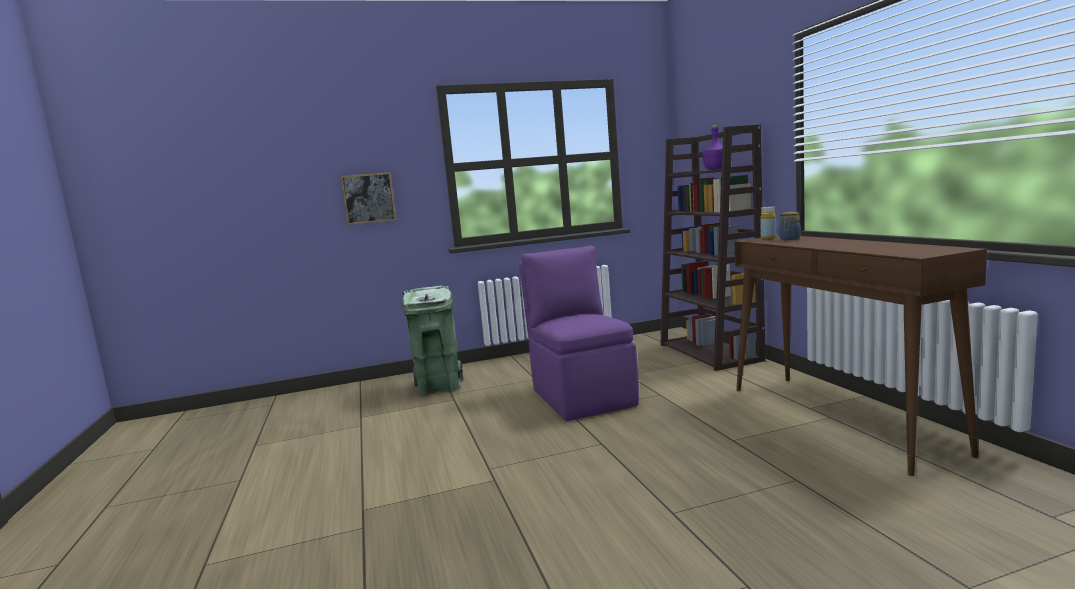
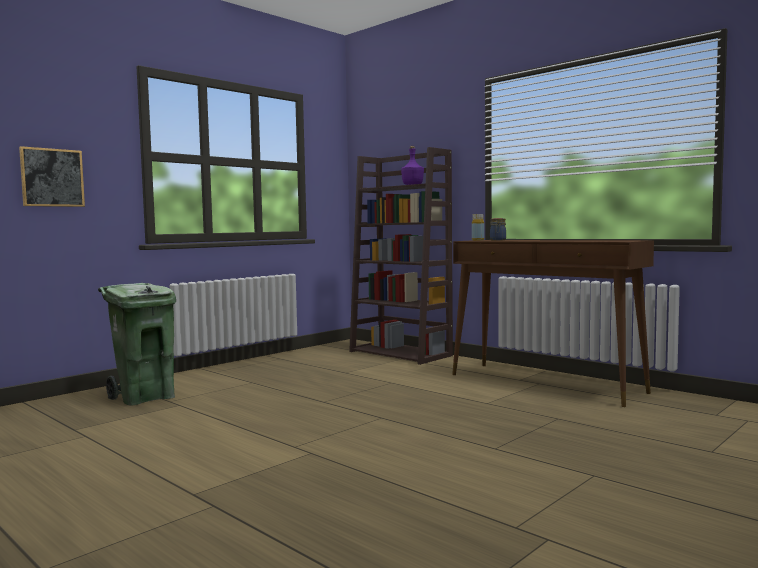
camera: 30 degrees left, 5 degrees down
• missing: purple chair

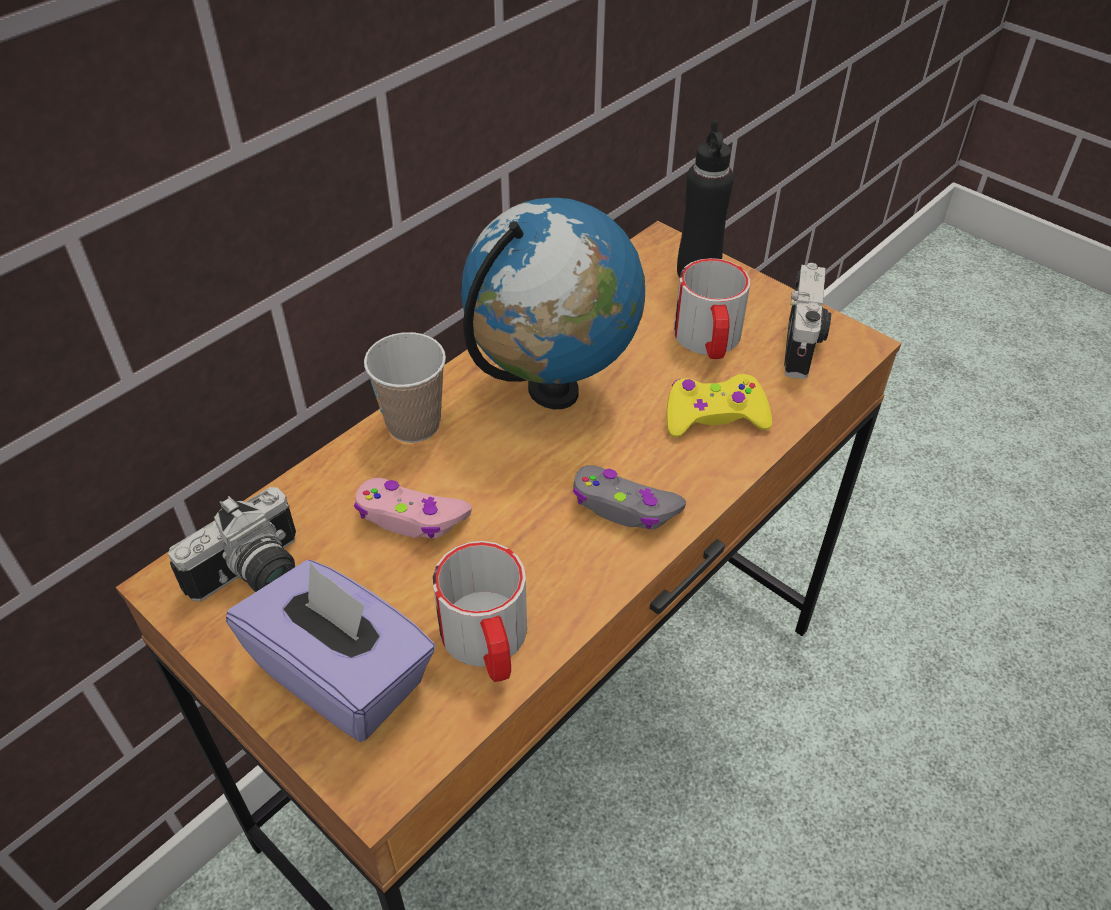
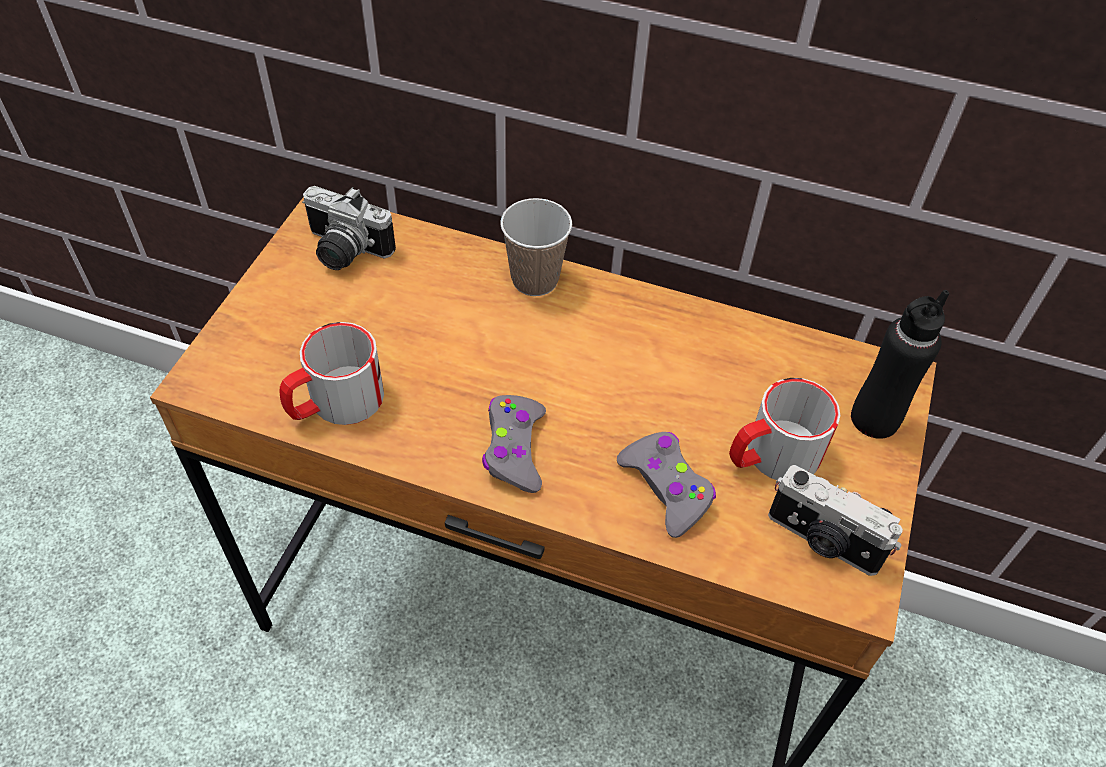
camera: 65 degrees right, 5 degrees up
• missing: purple tissue box
• missing: pink game controller
• missing: globe
• colour: yellow game controller to grey game controller (no. 2 from left)
• spun: photo camera (no. 2 from left) 45 degrees clockwise

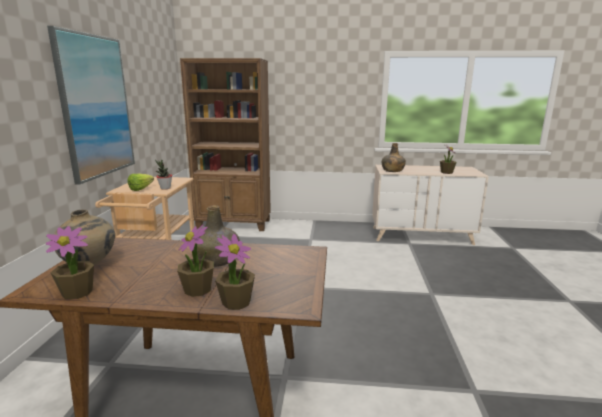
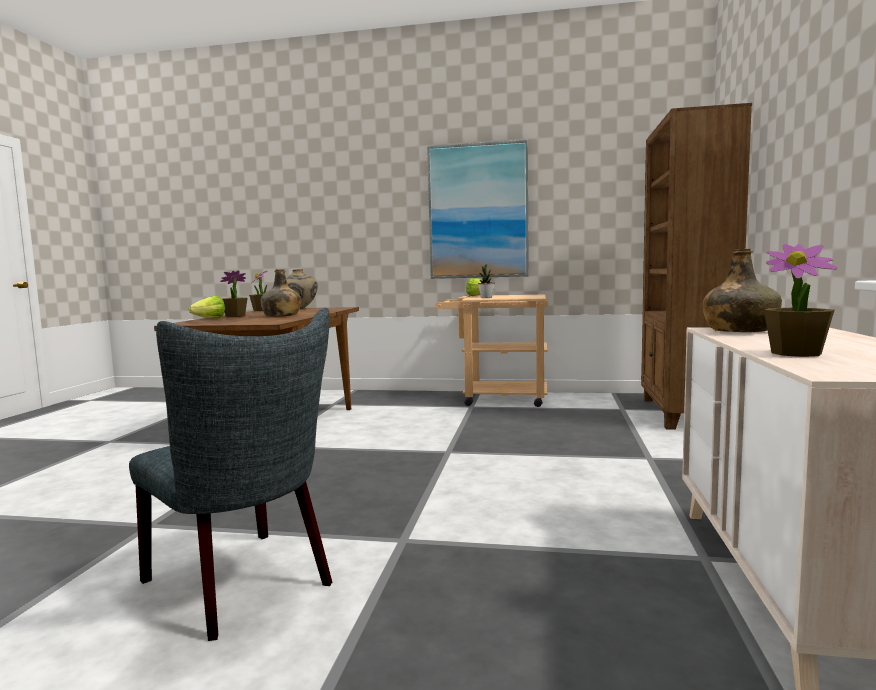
camera: 95 degrees right, 10 degrees down
• exchanged: potted plant (no. 4 from left) to lettuce (no. 1 from left)
• appeared: grey chair

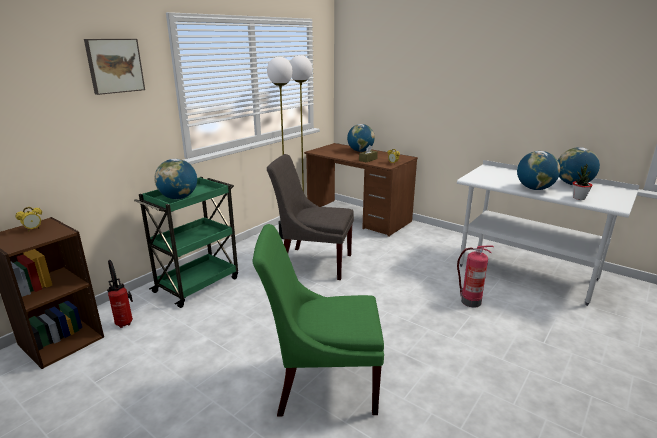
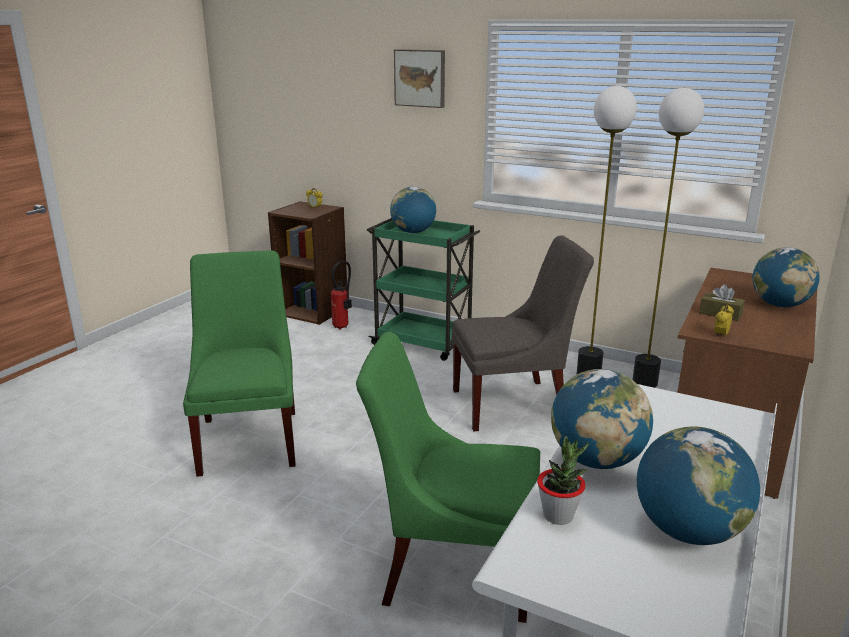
camera: 80 degrees right, 0 degrees up
• spun: grey chair 75 degrees clockwise
• exchanged: fire extinguisher (no. 2 from left) to green chair (no. 2 from left)

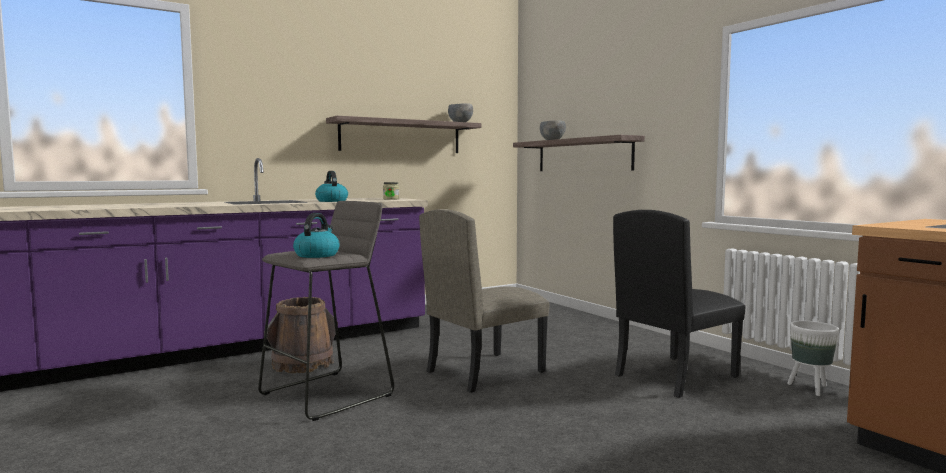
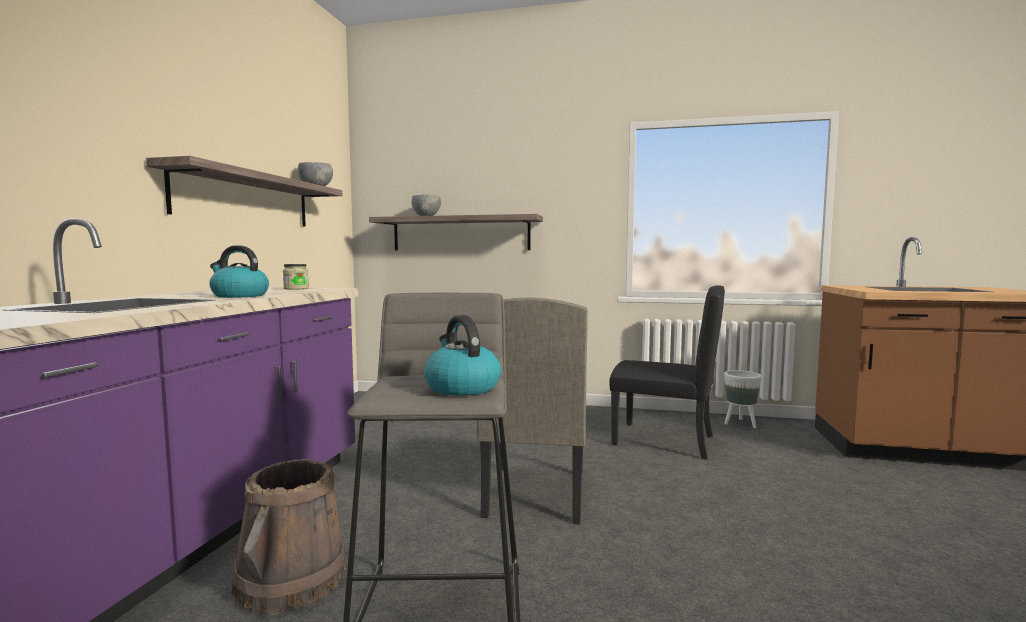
camera: 45 degrees left, 0 degrees up
• spun: black chair 75 degrees counterclockwise

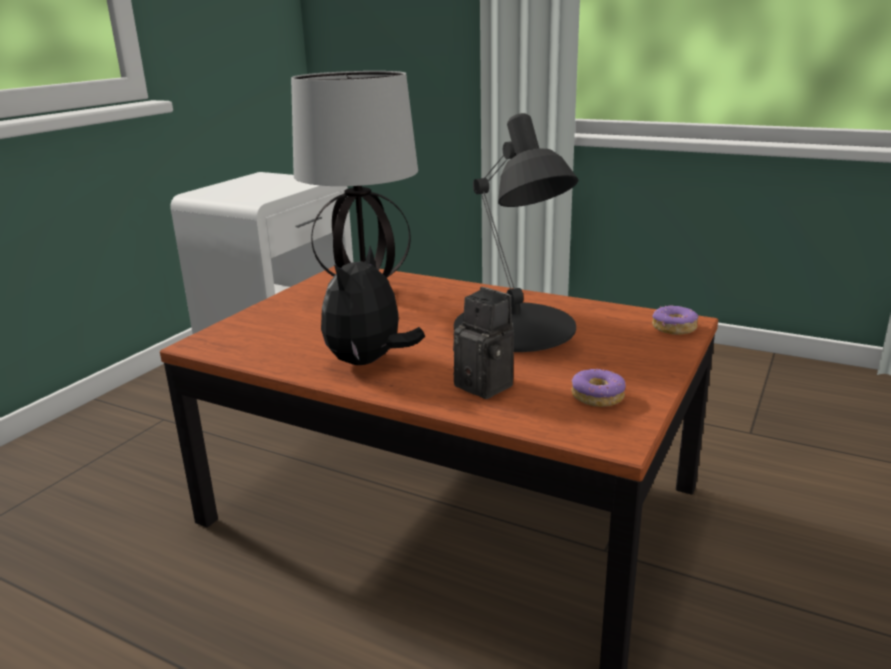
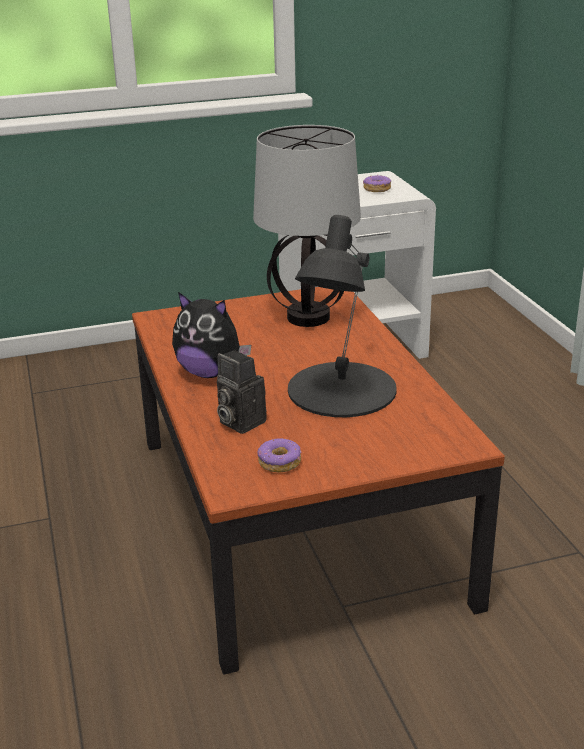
camera: 45 degrees right, 5 degrees up
• spun: plush toy 135 degrees counterclockwise
• spun: photo camera 135 degrees clockwise
• relocated: donut (no. 2 from left)

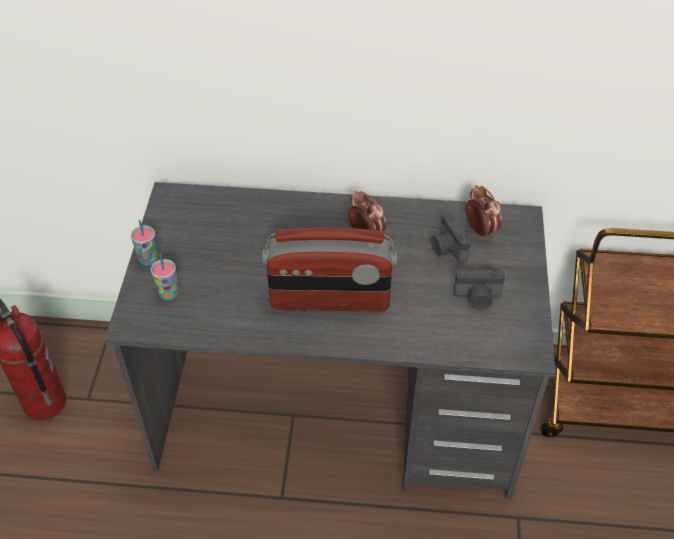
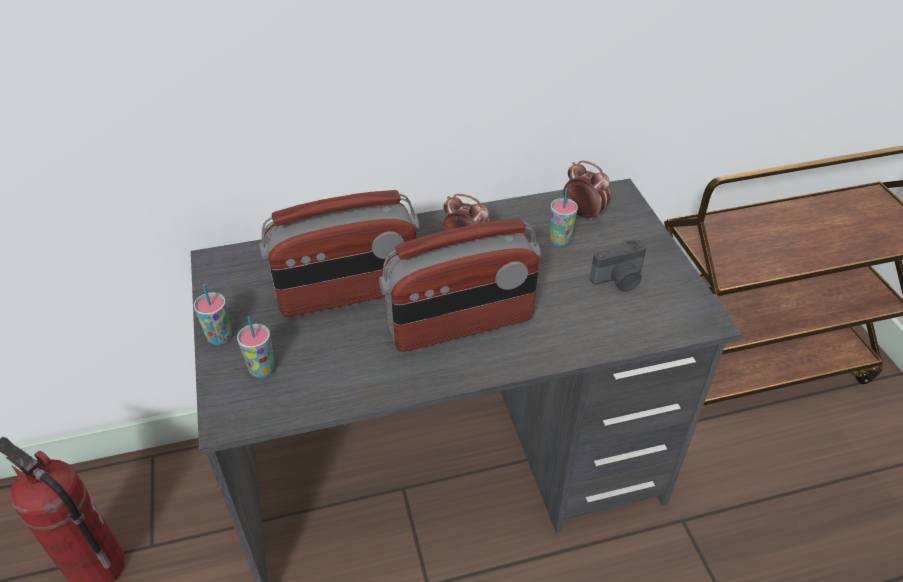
camera: 20 degrees left, 5 degrees down
• exchanged: photo camera (no. 1 from left) to cup (no. 3 from left)
• appeared: radio (no. 1 from left)

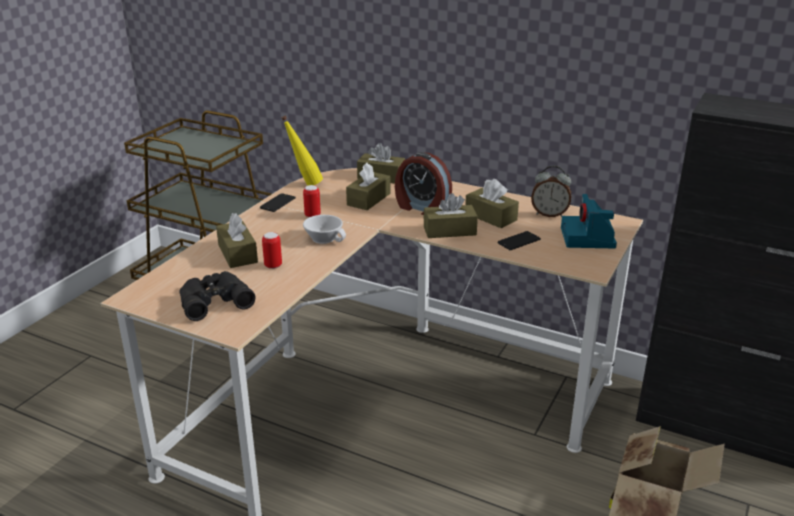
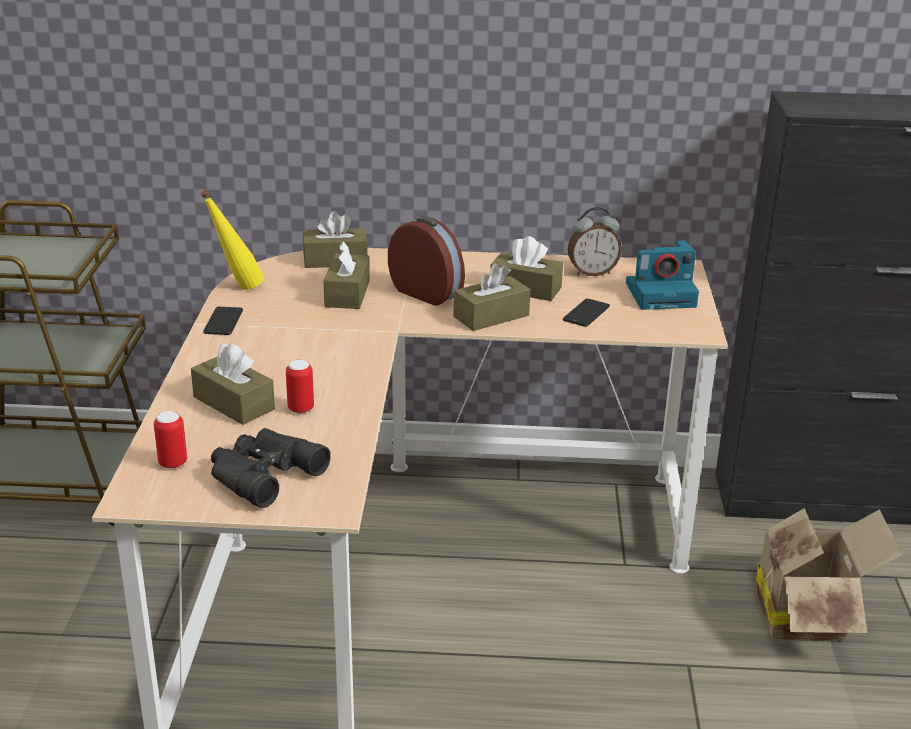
camera: 25 degrees left, 0 degrees up
• relocated: can (no. 2 from left in the first image) to can (no. 1 from left)
• missing: white cup
• spun: alarm clock (no. 1 from left) 150 degrees counterclockwise
• spun: photo camera 75 degrees counterclockwise

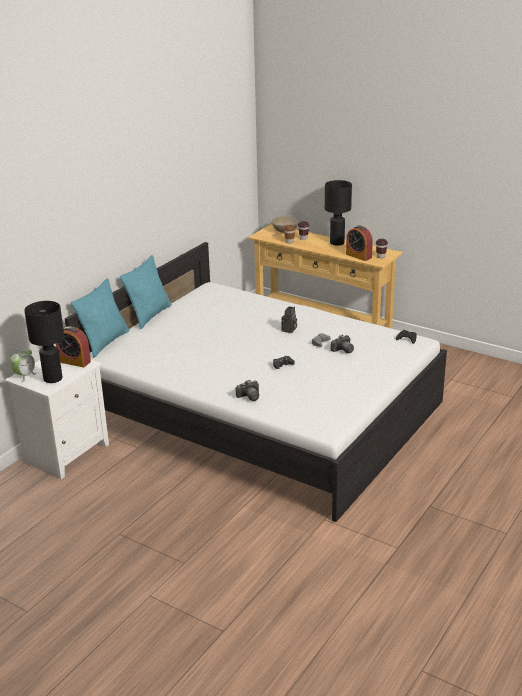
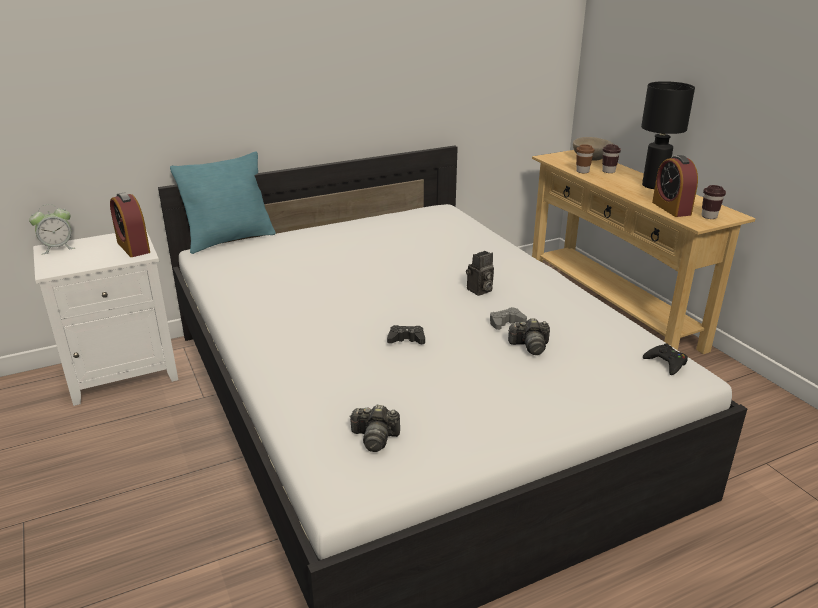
camera: 30 degrees right, 0 degrees up
• missing: black table lamp (no. 1 from left)
• missing: turquoise pillow (no. 2 from left)
• relocated: photo camera (no. 1 from left)

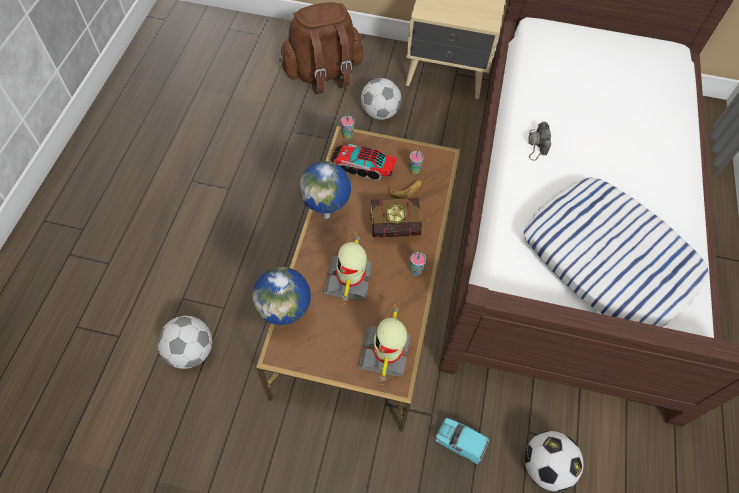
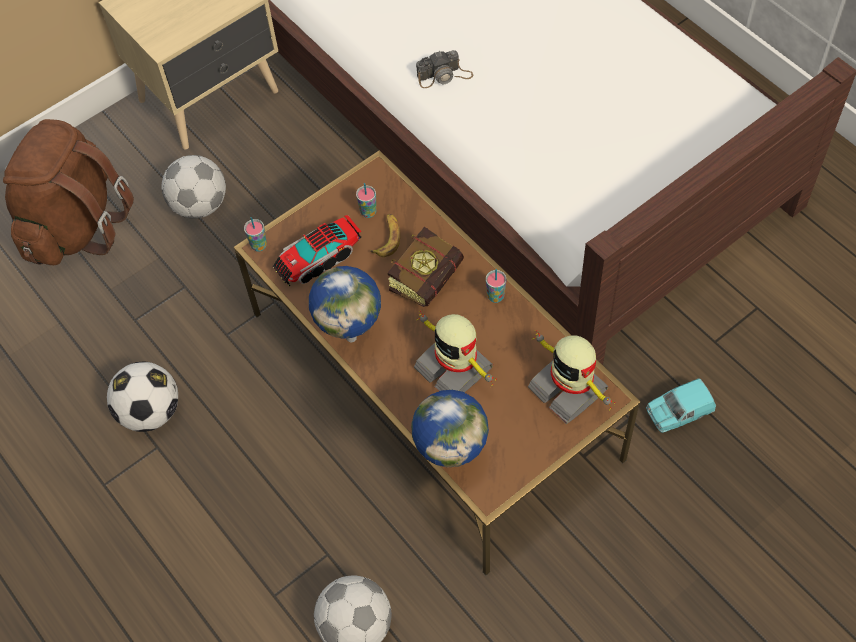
camera: 45 degrees left, 0 degrees up
• missing: pillow
• relocated: football (no. 3 from left in the first image) to football (no. 1 from left)
• spun: photo camera 60 degrees counterclockwise

